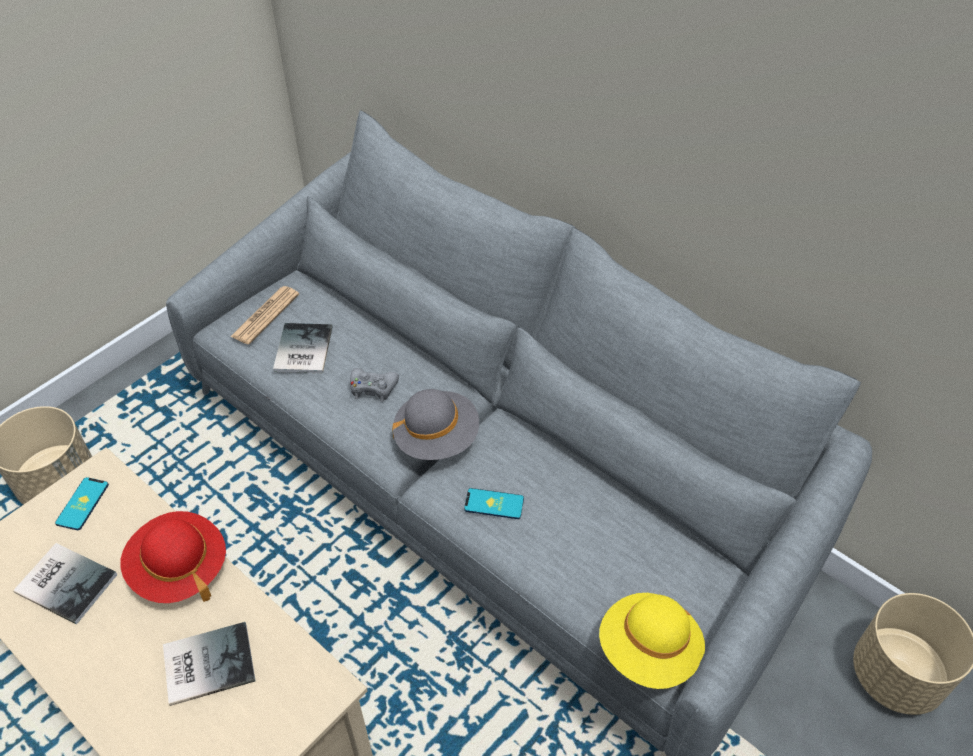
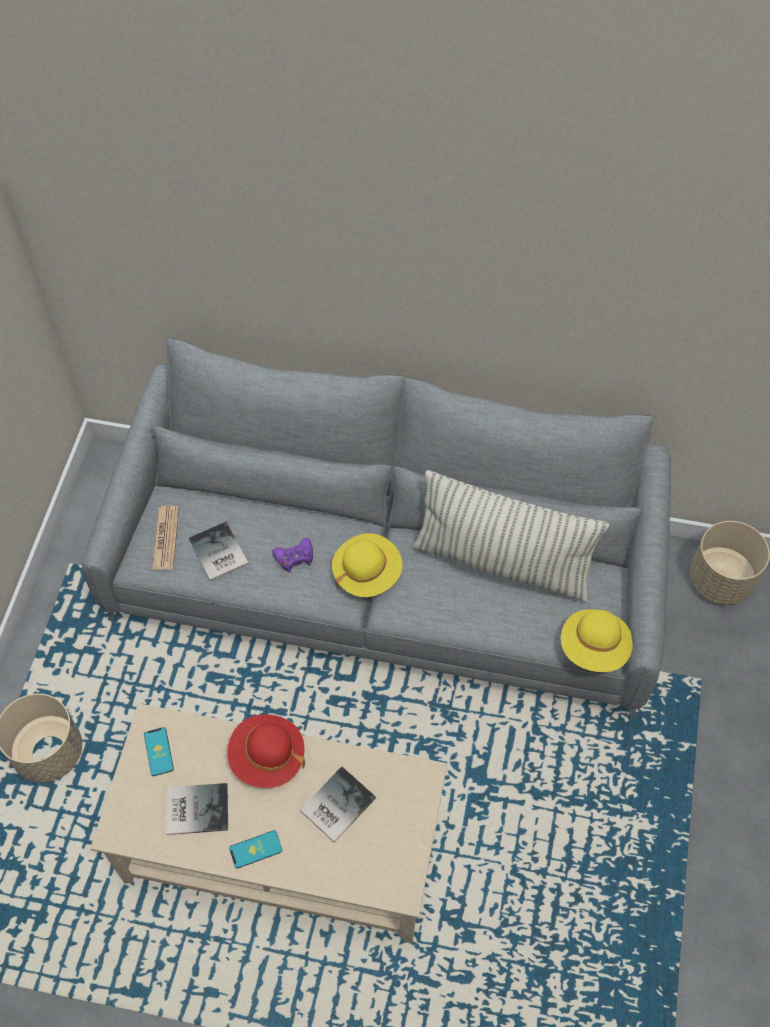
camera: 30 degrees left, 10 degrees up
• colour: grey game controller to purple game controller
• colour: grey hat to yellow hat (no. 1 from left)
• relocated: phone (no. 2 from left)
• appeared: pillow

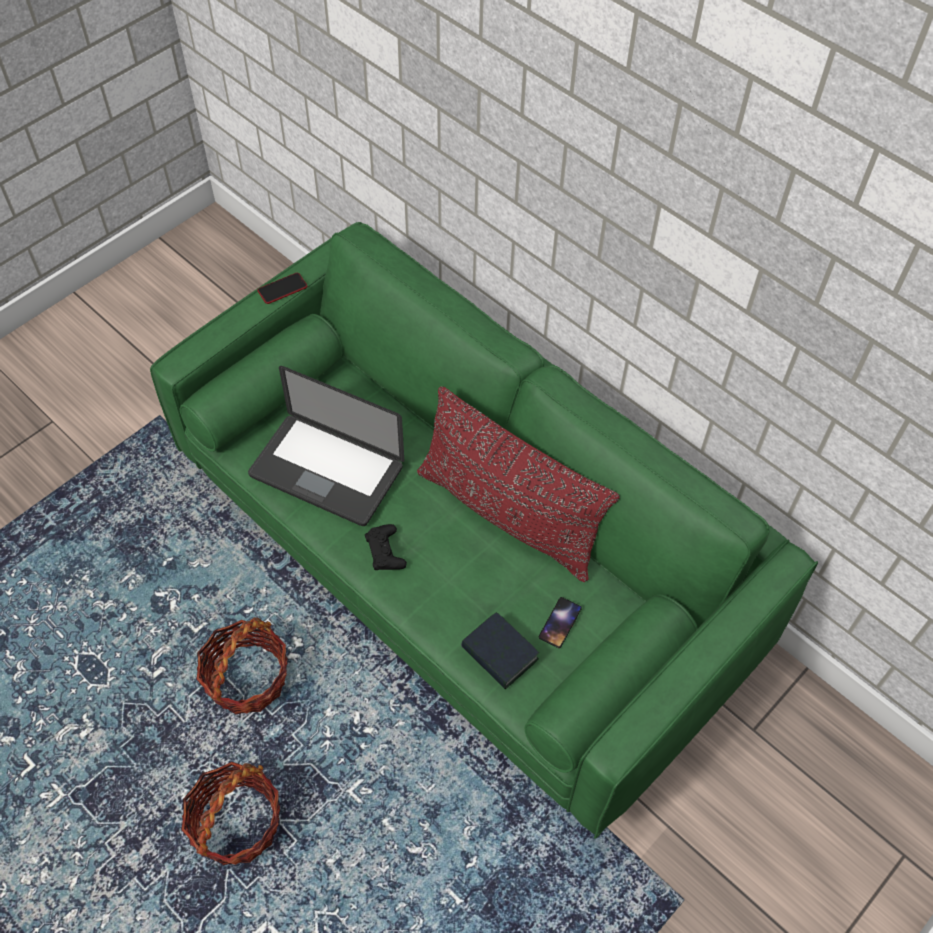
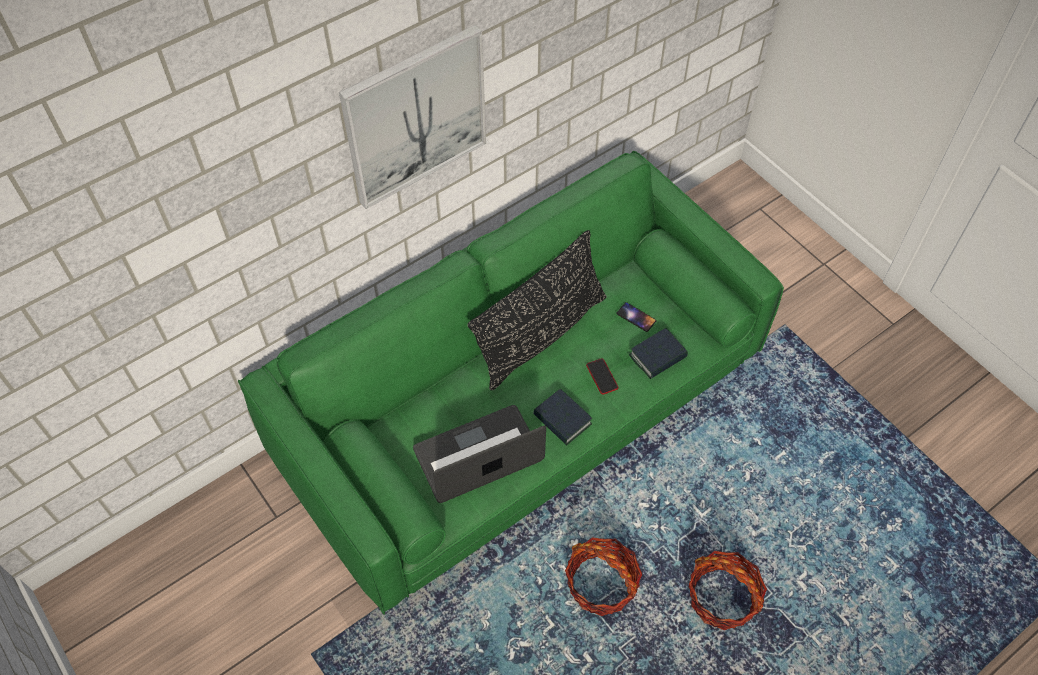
camera: 80 degrees left, 0 degrees up
• spun: laptop 150 degrees counterclockwise
• relocated: phone (no. 1 from left)
• exchanged: black game controller to book (no. 1 from left)
• colour: red pillow to black pillow
• appeared: picture

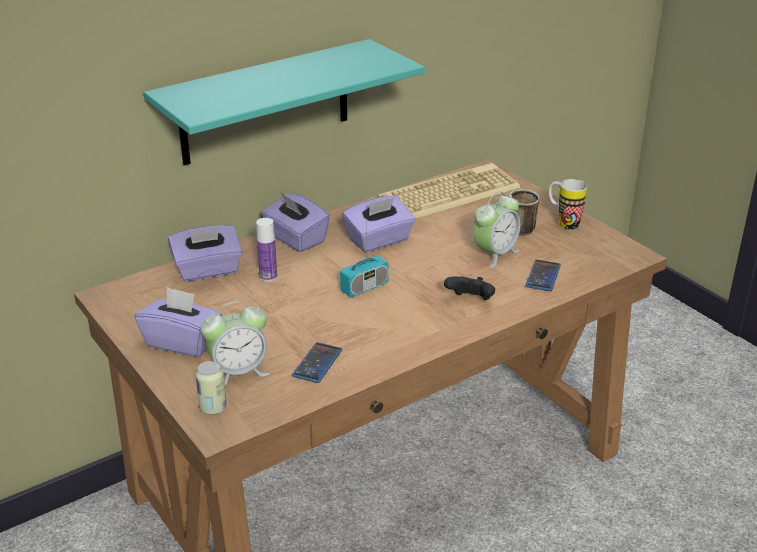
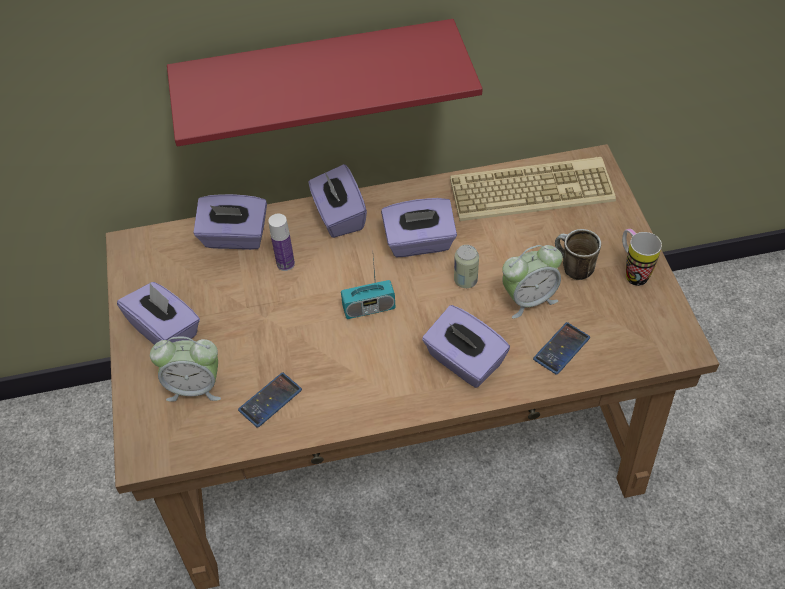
camera: 25 degrees right, 20 degrees up
• colour: turquoise shelf to red shelf
• relocated: can
• exchanged: black game controller to purple tissue box (no. 5 from left)

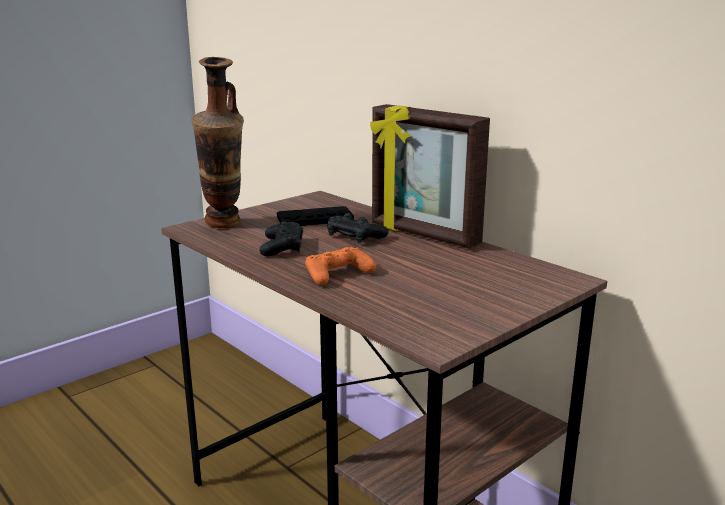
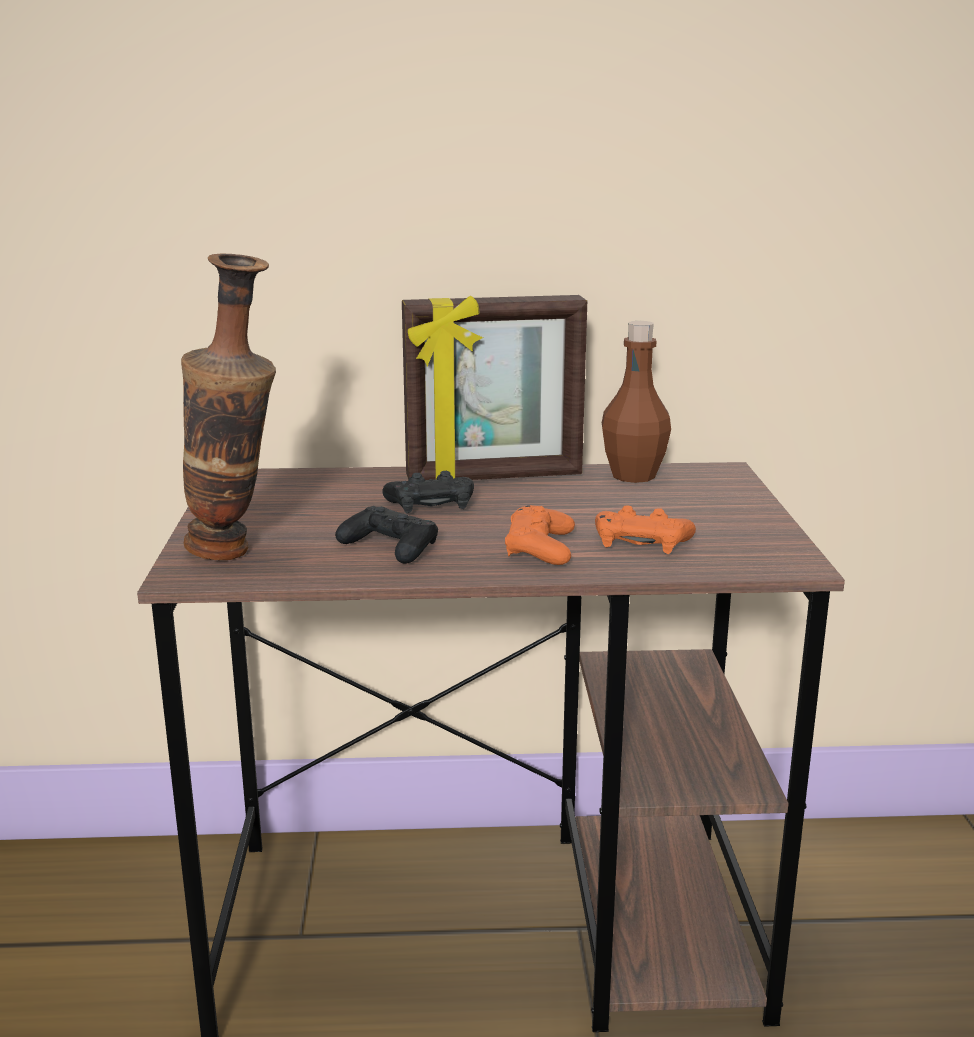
camera: 50 degrees left, 0 degrees up
• missing: black game controller (no. 2 from left)
• appeared: orange game controller (no. 2 from left)
• appeared: brown bottle

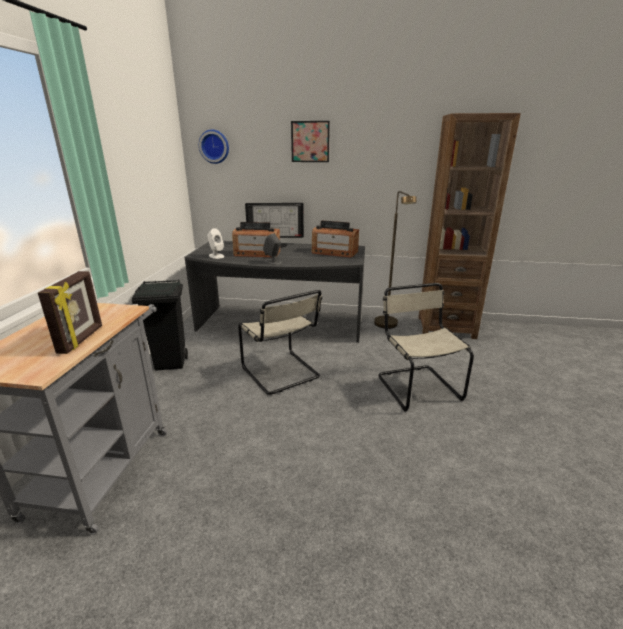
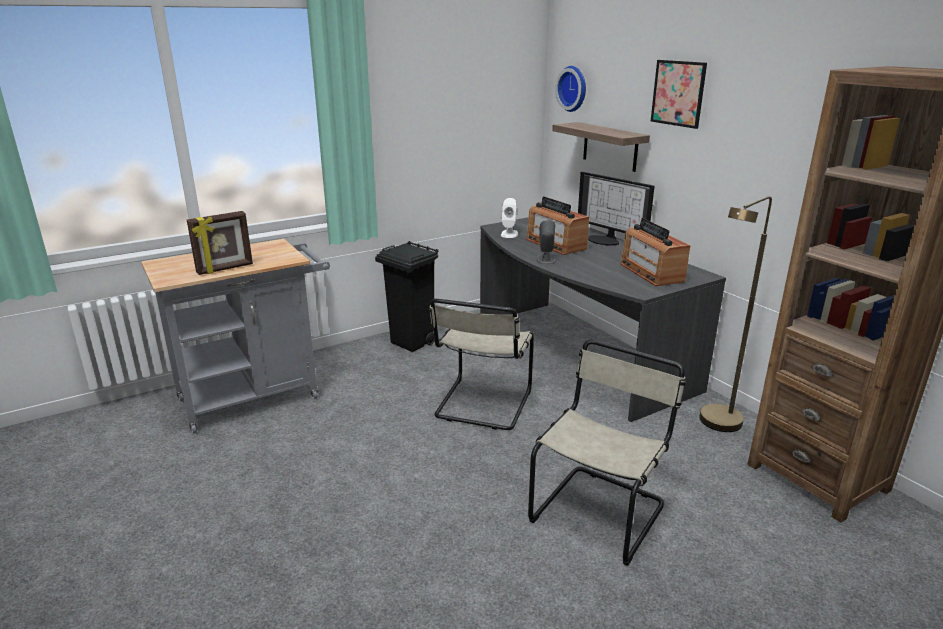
camera: 50 degrees right, 0 degrees up
• appeared: shelf

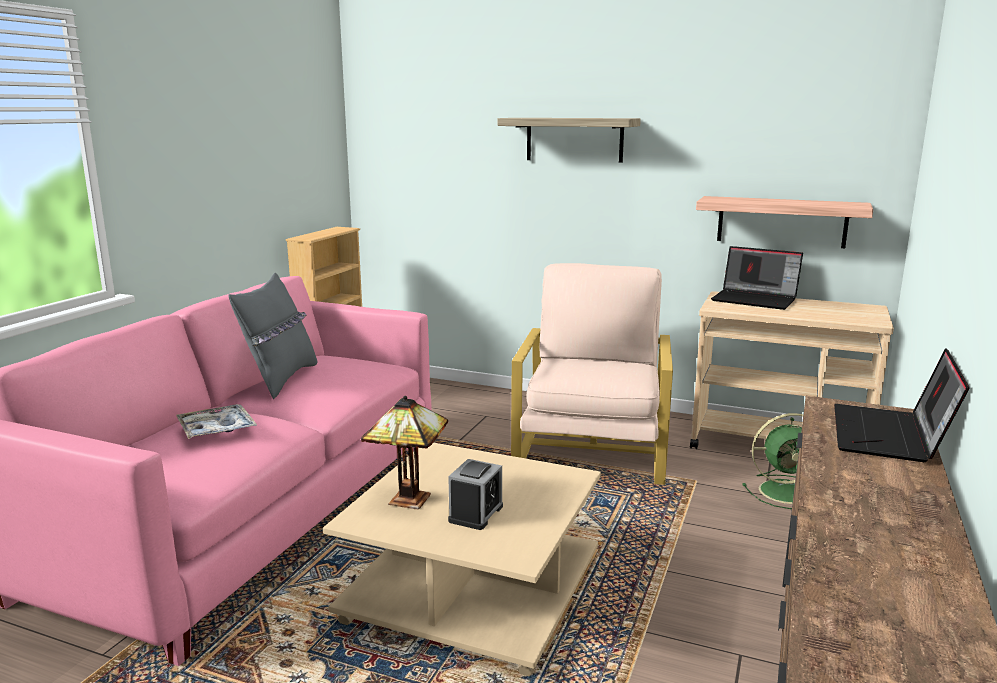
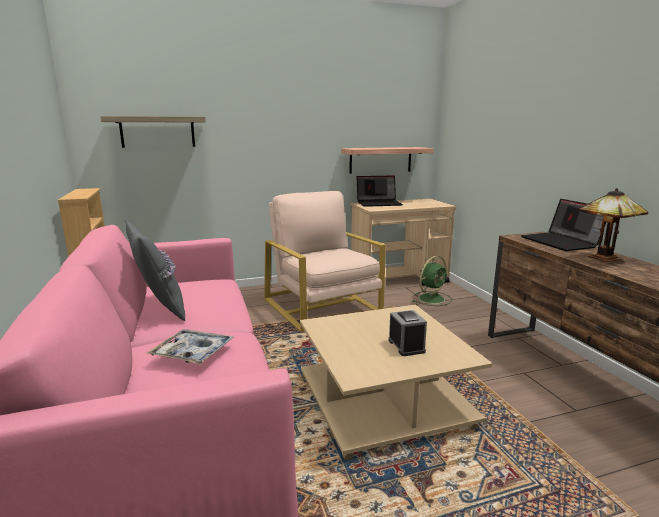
camera: 40 degrees left, 0 degrees up
• relocated: table lamp
• relocated: shelf (no. 1 from left)

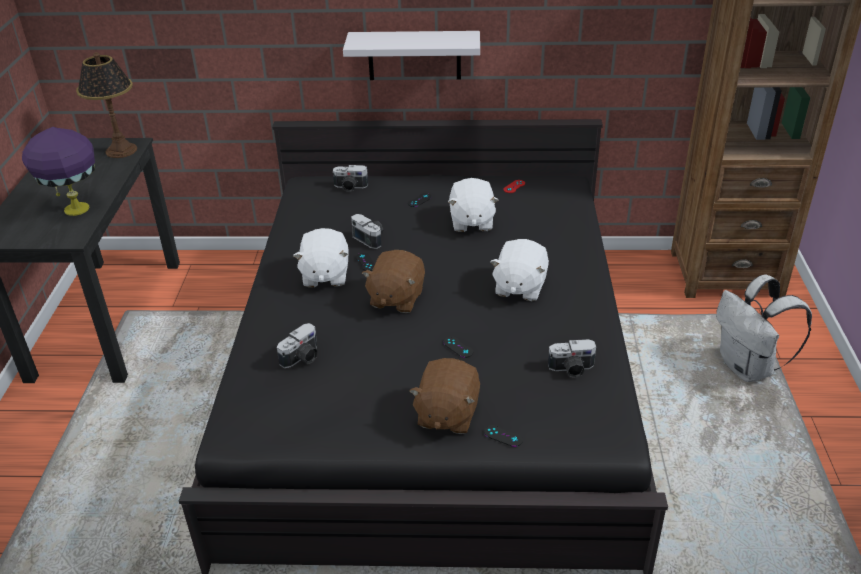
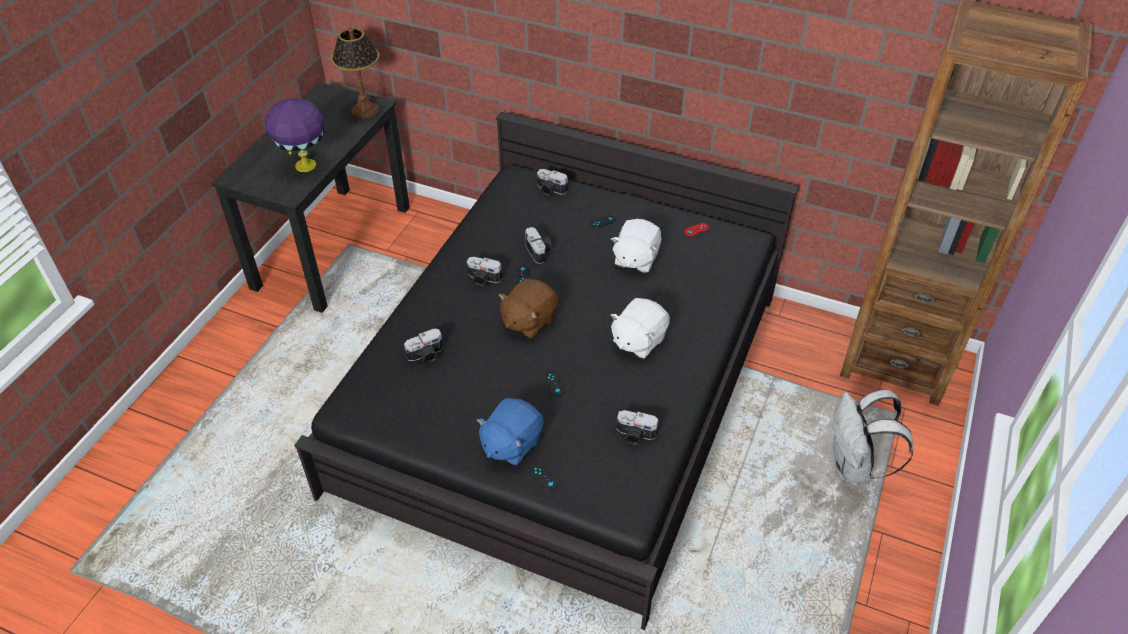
camera: 20 degrees right, 10 degrees up
• exchanged: white plush toy (no. 1 from left) to photo camera (no. 2 from left)
• missing: white shelf
• colour: brown plush toy (no. 2 from left) to blue plush toy

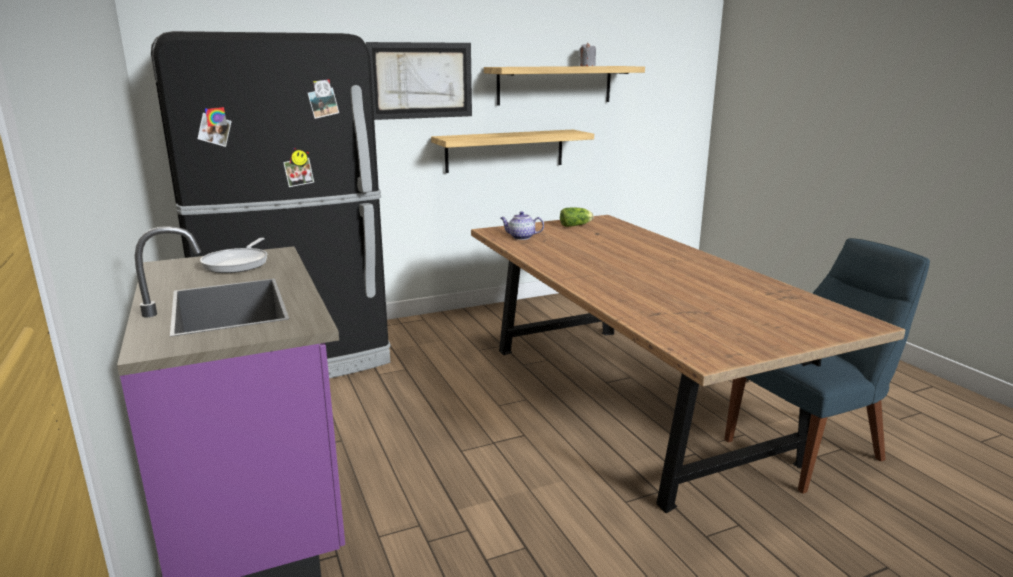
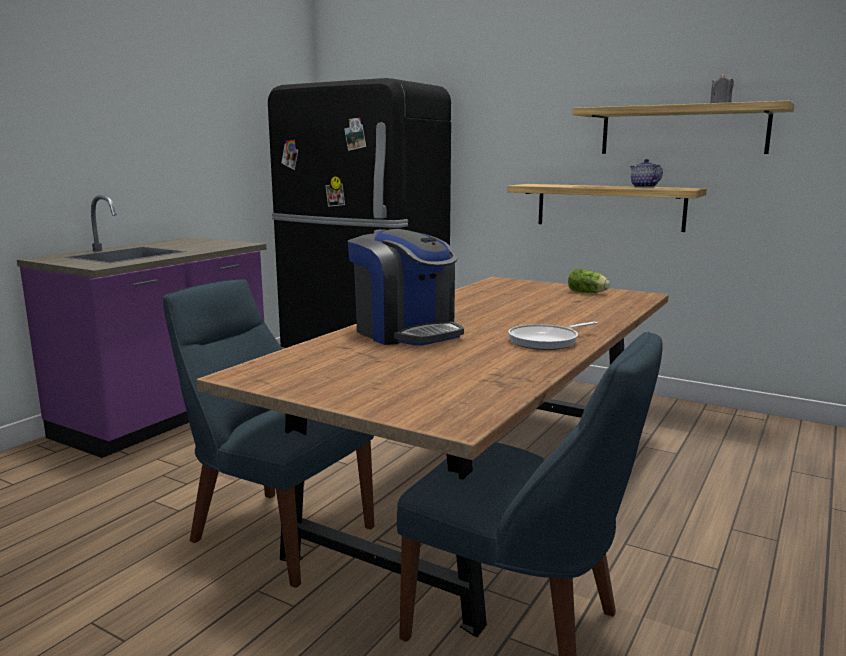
camera: 55 degrees right, 5 degrees down
• relocated: frying pan
• missing: picture
• relocated: teapot
• appeared: blue chair (no. 1 from left)
• appeared: coffee machine

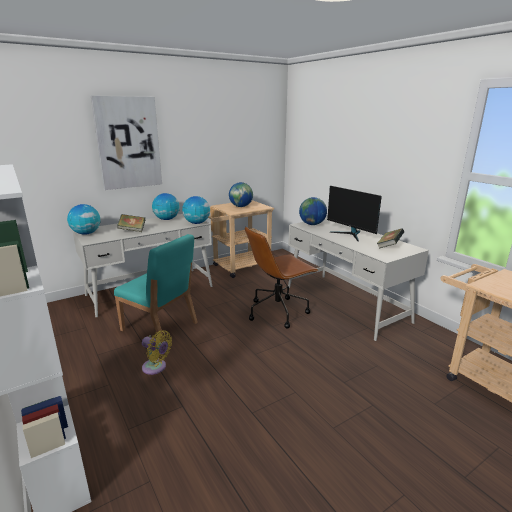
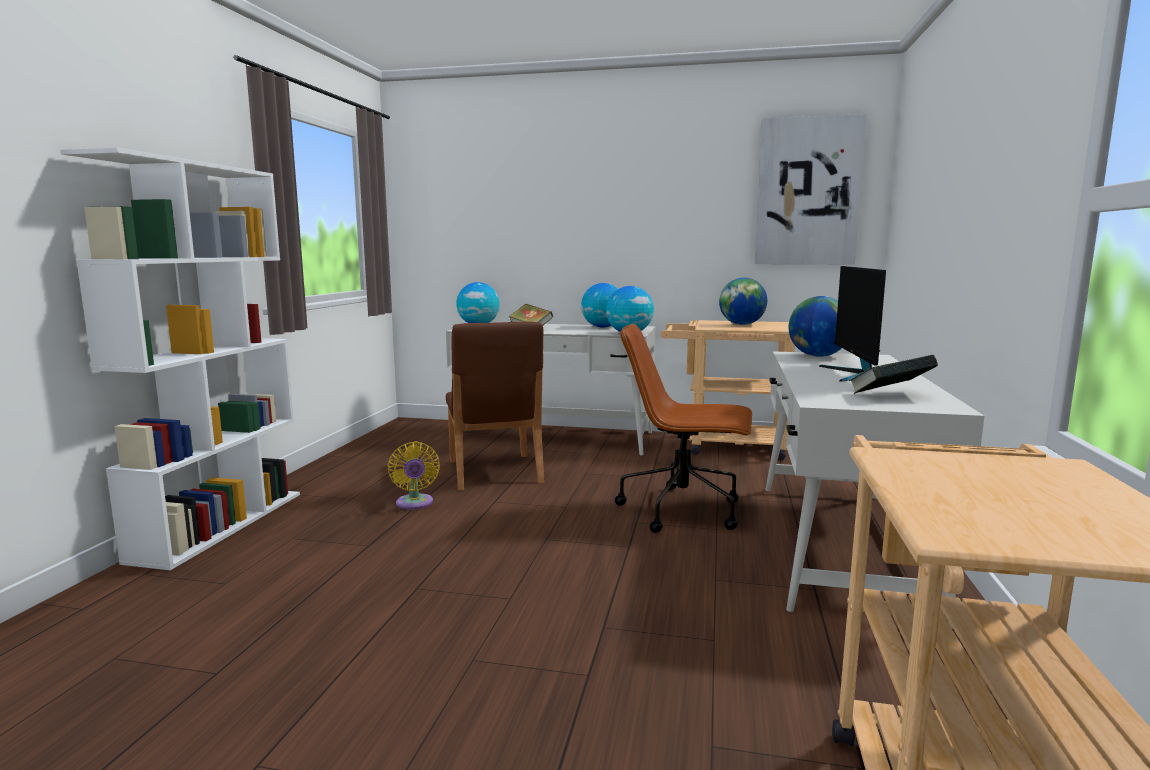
camera: 45 degrees right, 10 degrees down
• relocated: picture
• colour: turquoise chair to brown chair

